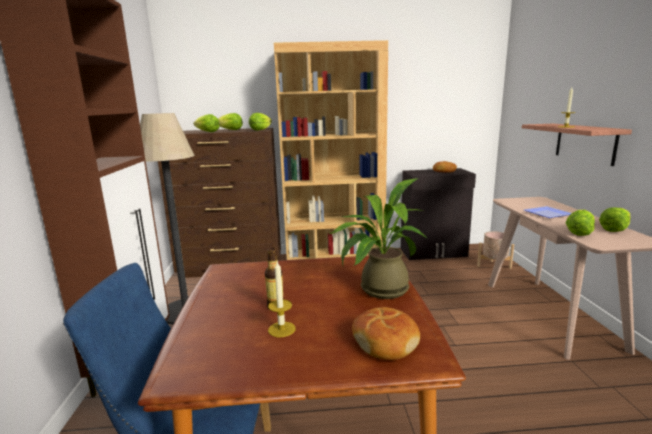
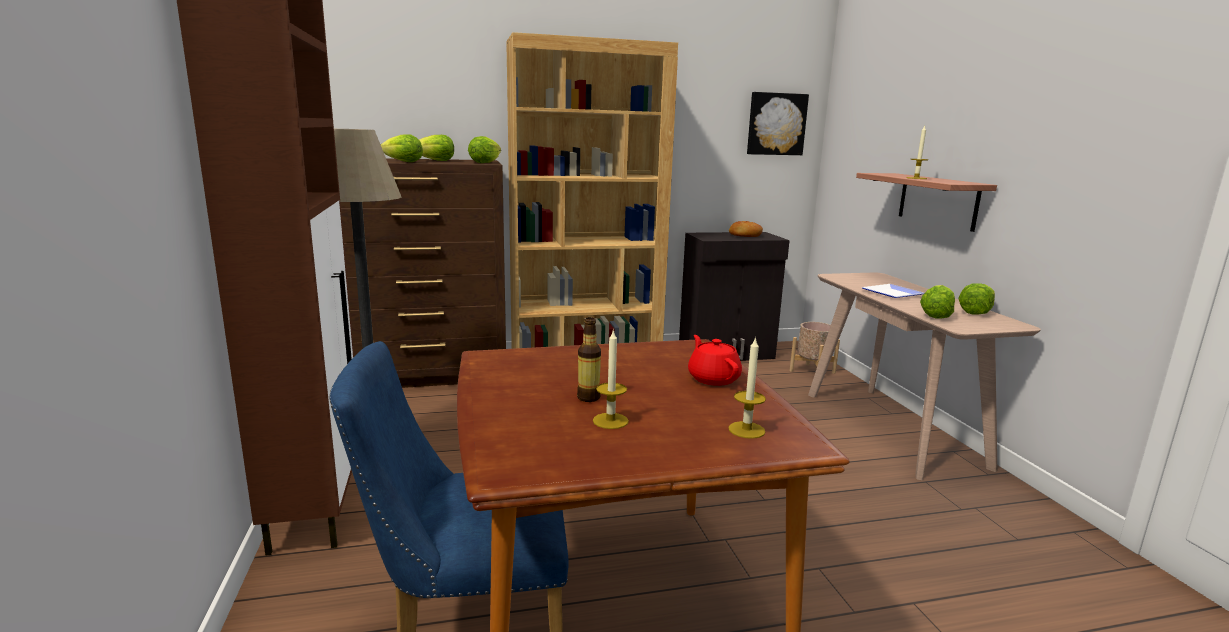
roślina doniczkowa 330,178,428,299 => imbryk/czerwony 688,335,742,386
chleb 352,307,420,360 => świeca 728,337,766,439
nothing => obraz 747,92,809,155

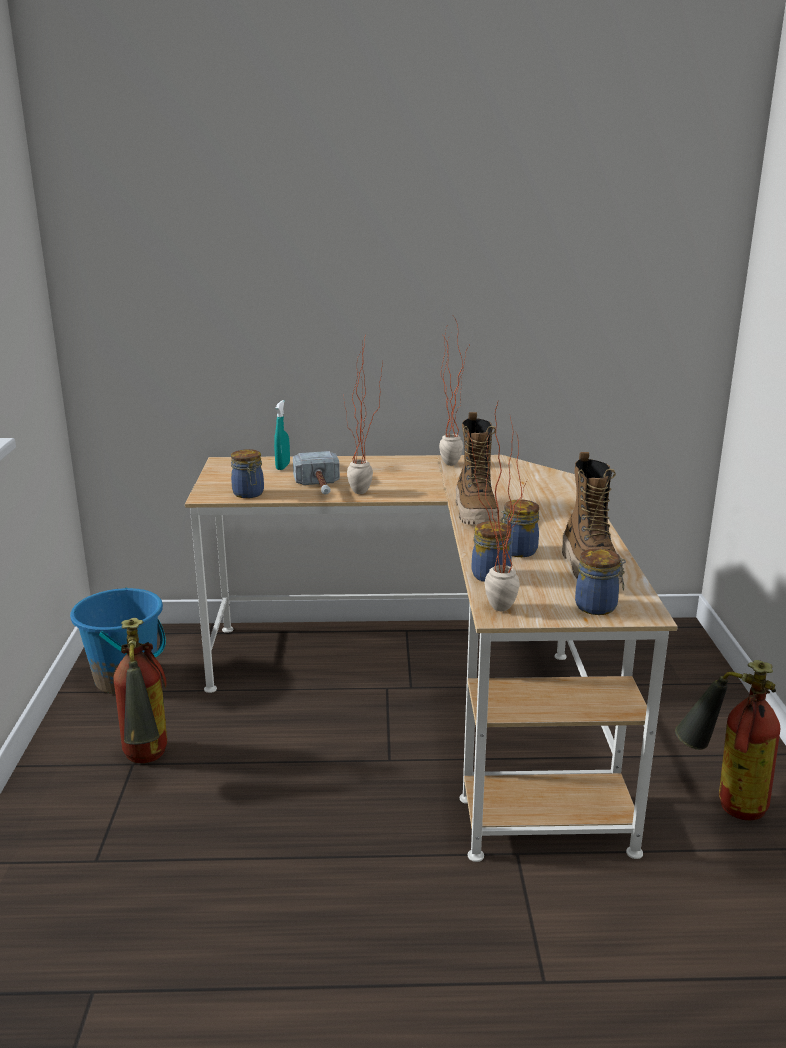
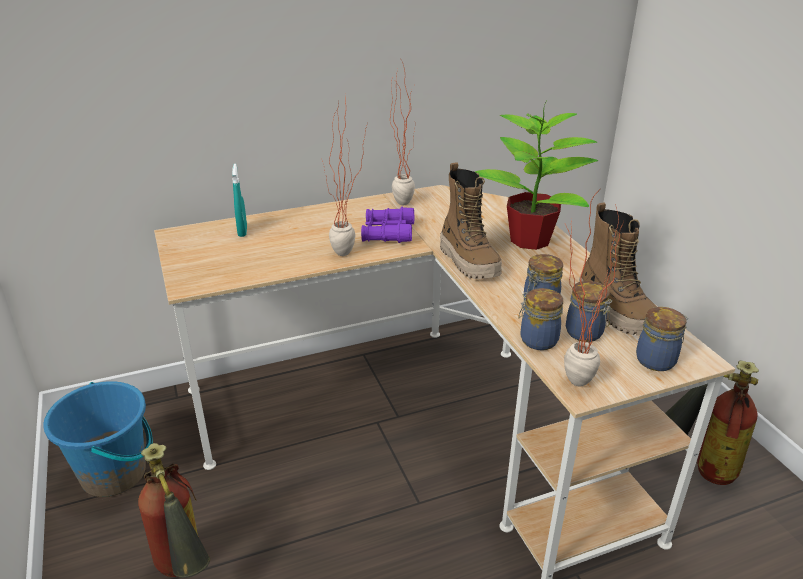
słoik 231,449,264,498 => słoik 566,281,612,342, moved
młotek 293,451,340,495 => nothing
nothing => roślina doniczkowa 475,102,598,250
nothing => lornetka/fioletowy 361,207,414,243

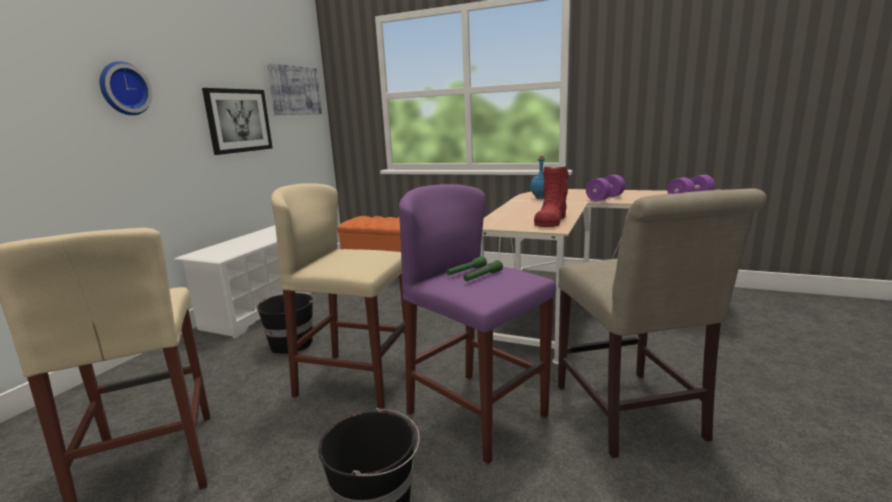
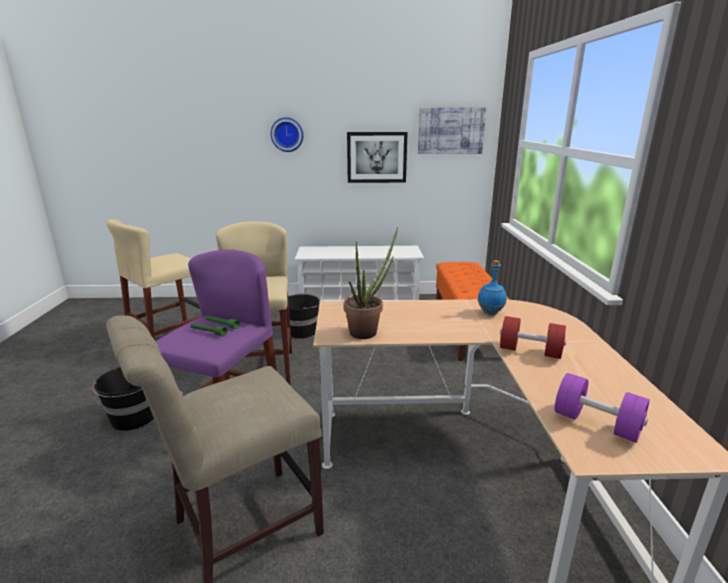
but z cholewką/czerwony 534,166,569,227 => roślina doniczkowa 343,227,398,339
hantel/fioletowy 586,175,625,202 => hantel/czerwony 500,316,566,359

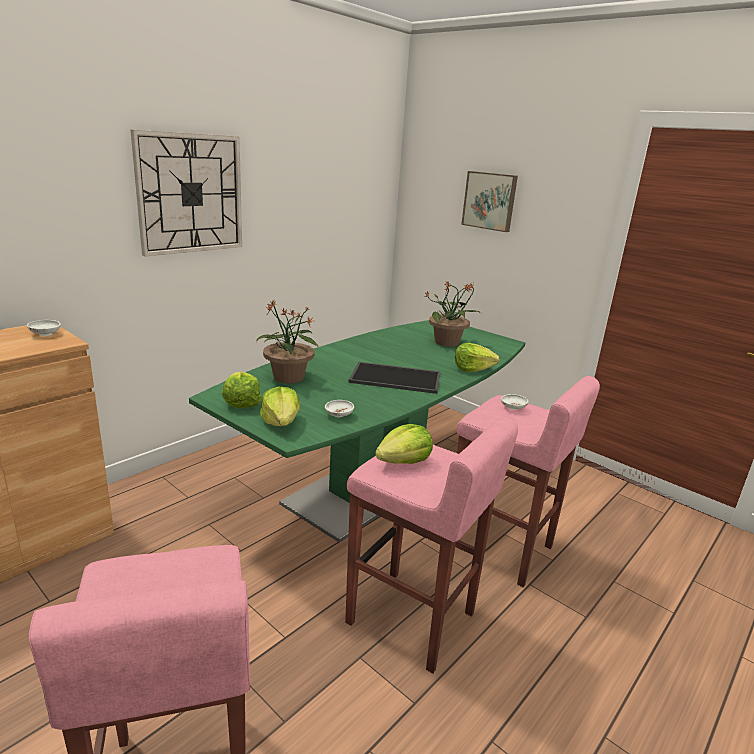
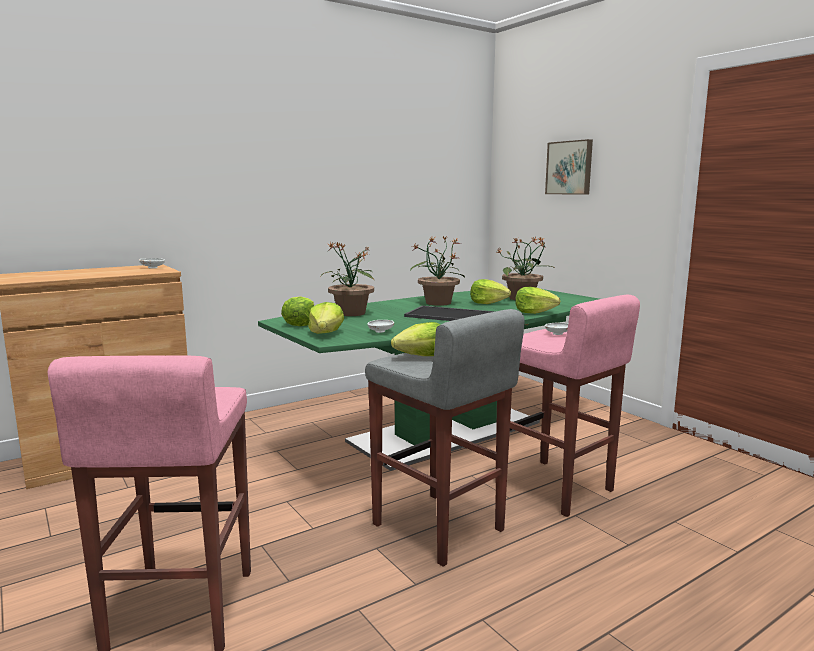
zegar ścienny 131,130,242,257 => nothing
stołek/różowy 345,417,518,674 => stołek/szary 365,309,525,567
nothing => roślina doniczkowa 410,236,465,306
nothing => sałata 470,279,511,304

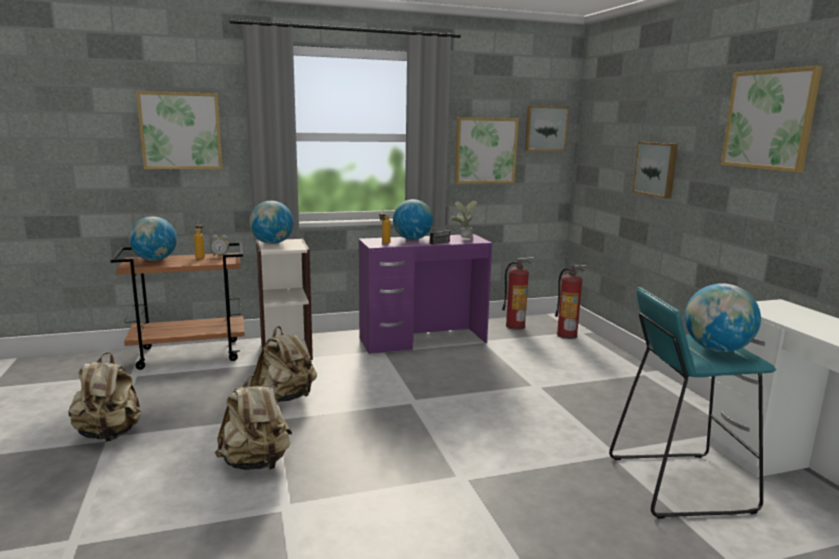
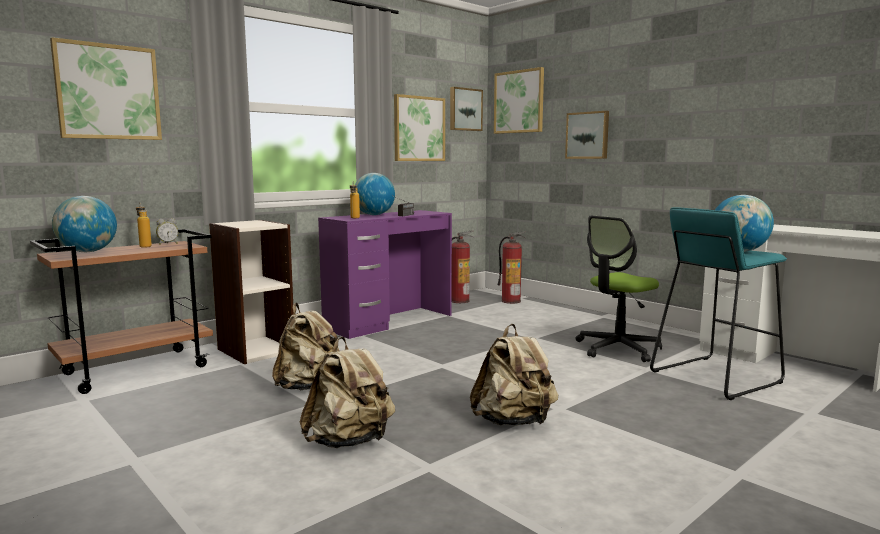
obraz 721,66,822,173 => obraz 494,67,544,134, moved
globus 249,201,294,244 => nothing
roślina doniczkowa 450,201,477,240 => nothing
plecak/beżowy 68,352,141,442 => plecak/beżowy 470,324,558,426, moved
nothing => krzesło biurowe 576,216,662,362

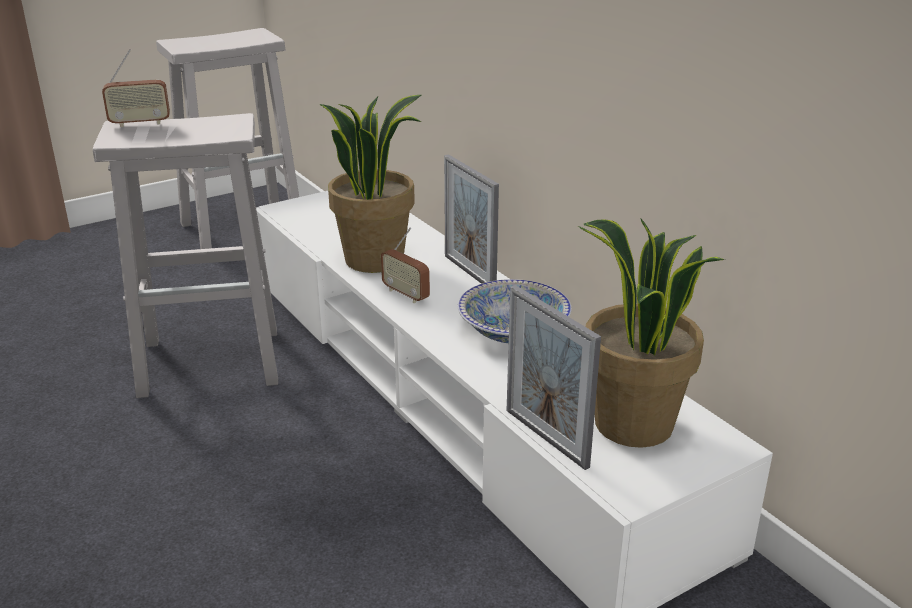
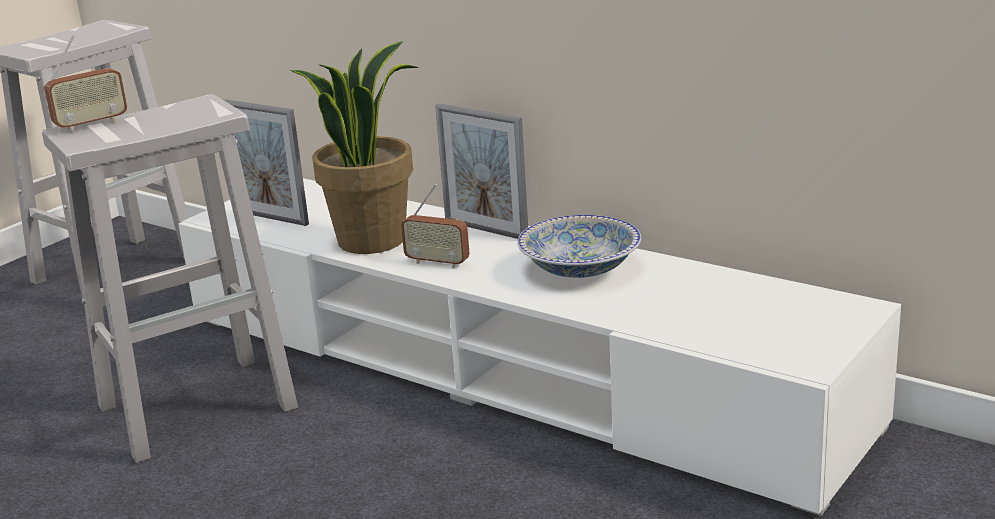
roślina doniczkowa 578,218,725,448 => nothing
ramka na zdjęcie 507,285,601,470 => ramka na zdjęcie 223,99,309,226, moved

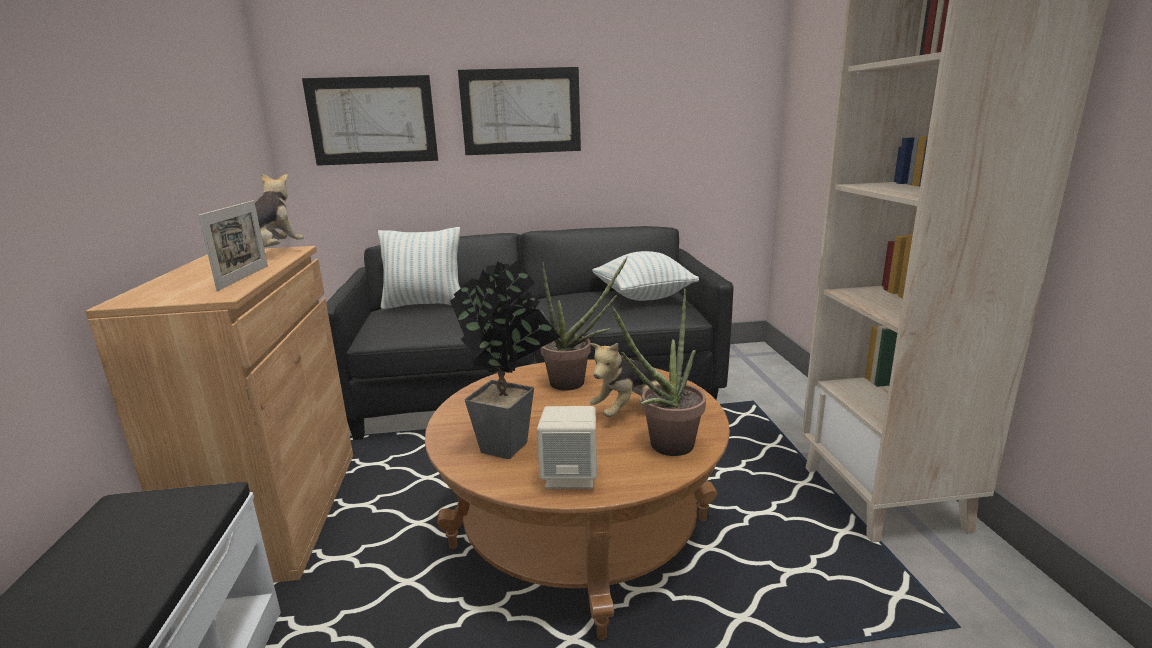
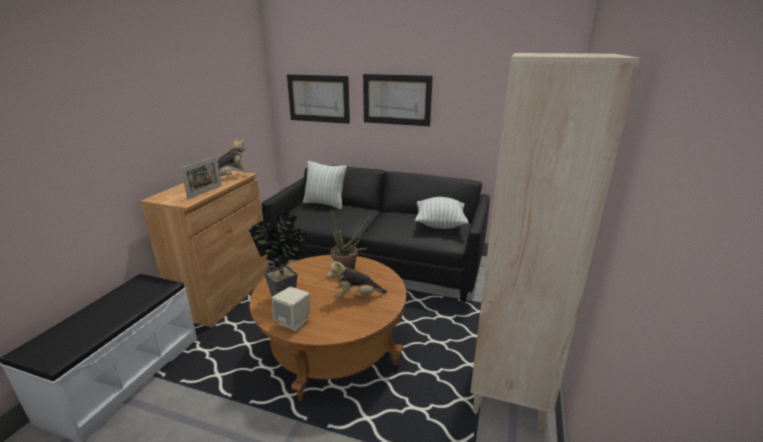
roślina doniczkowa 613,288,706,456 => nothing

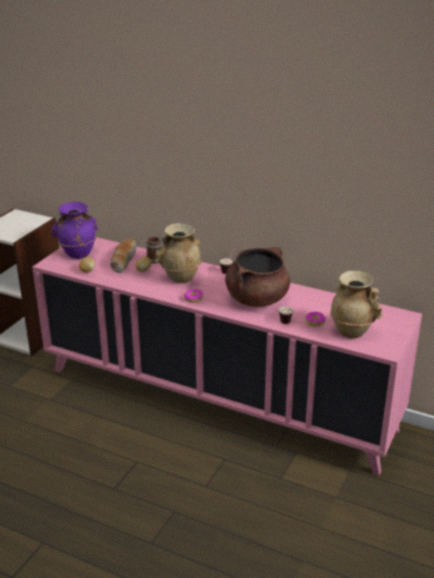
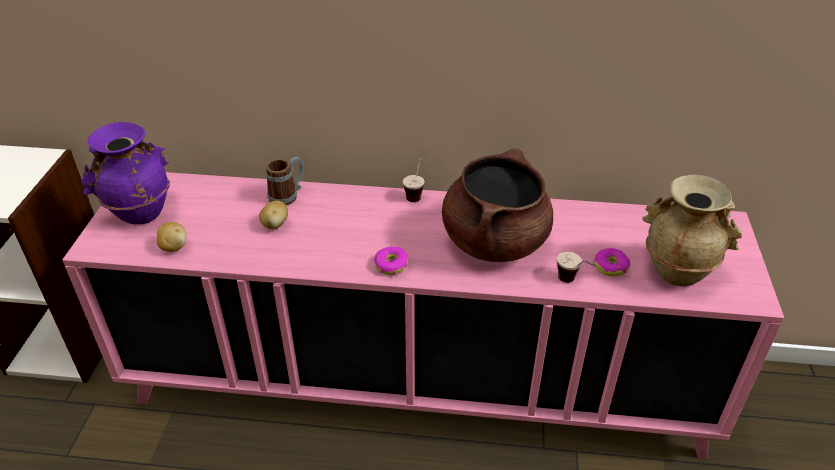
wazon/beżowy 155,223,201,283 => nothing
chleb 110,239,136,273 => nothing

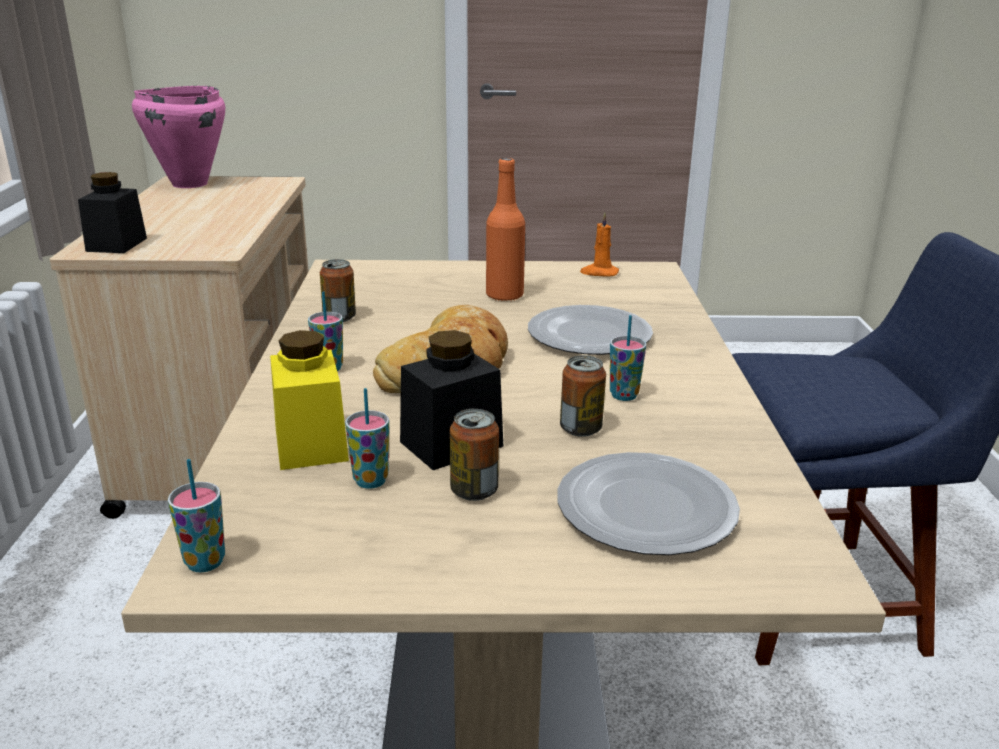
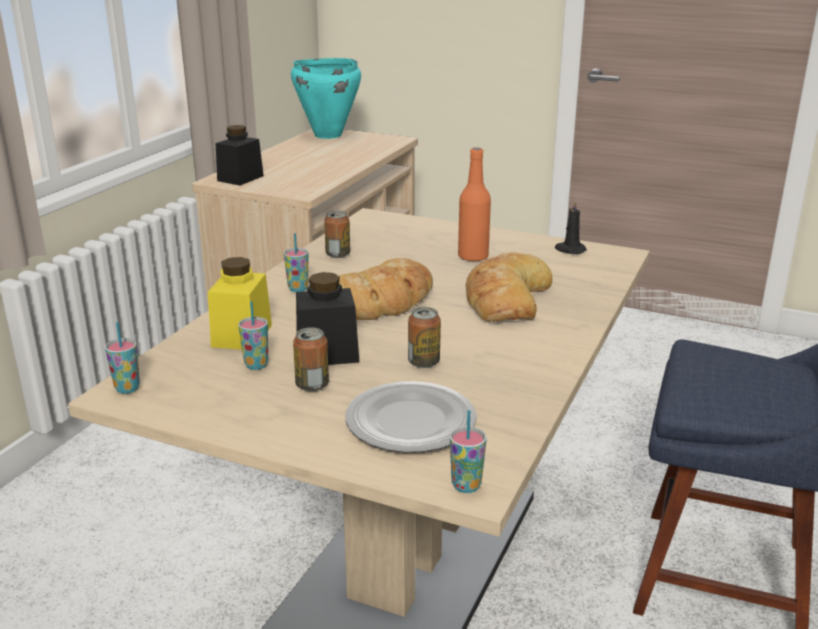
garnek/różowy 132,86,225,188 => garnek/turkusowy 291,58,361,139
świeca/pomarańczowy 580,212,619,277 => świeca/czarny 555,199,587,254
talerz 528,305,653,355 => chleb 466,252,553,322
filiżanka 610,315,646,401 => filiżanka 450,410,487,493, moved

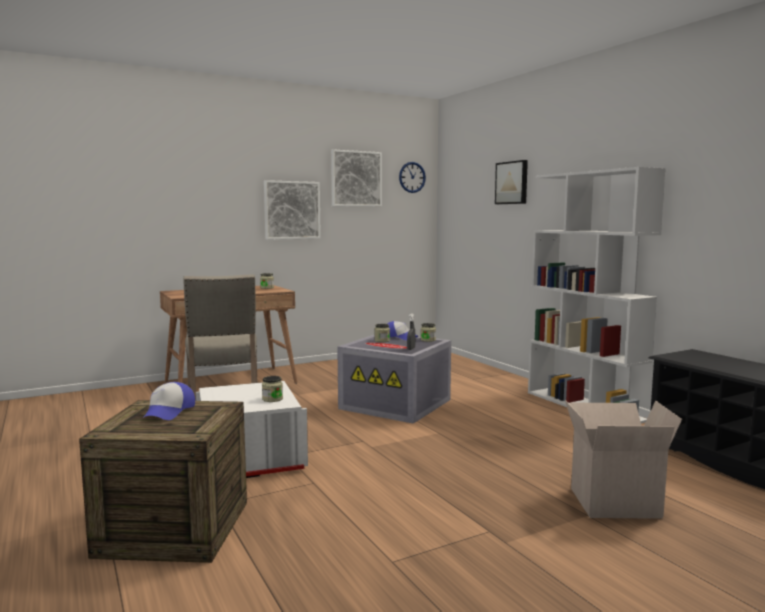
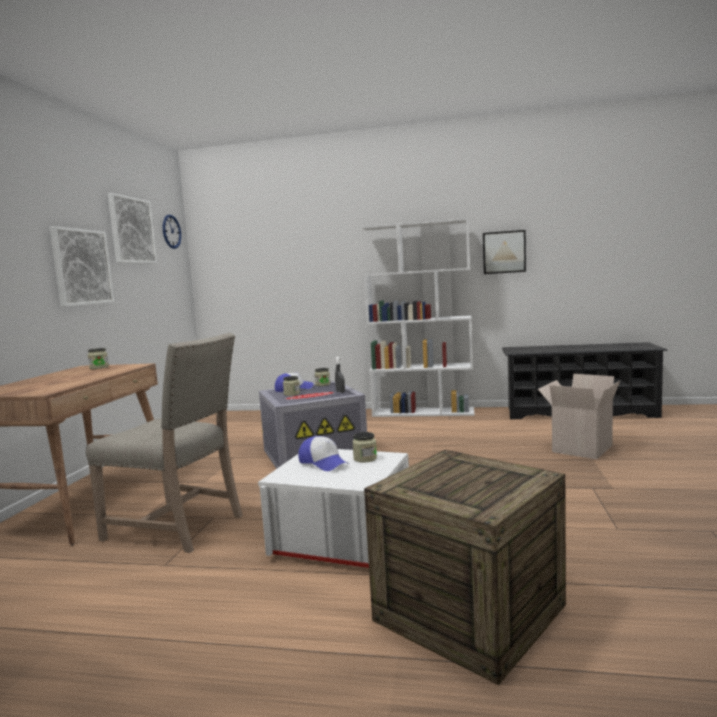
obraz 495,160,528,204 => obraz 483,230,526,274, moved
czapka z daszkiem 144,382,195,420 => czapka z daszkiem 298,436,349,471, moved

